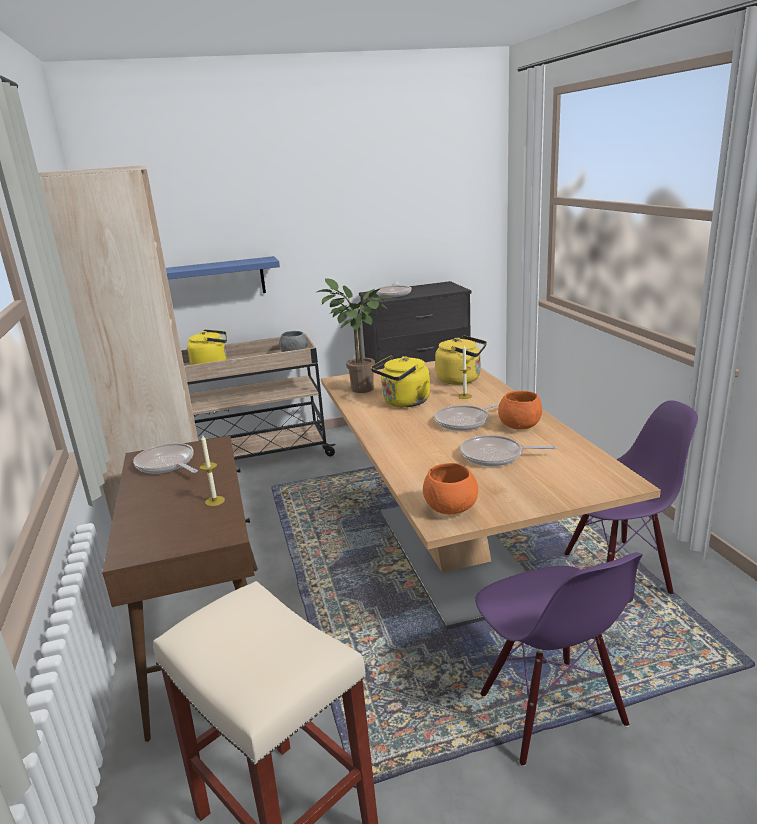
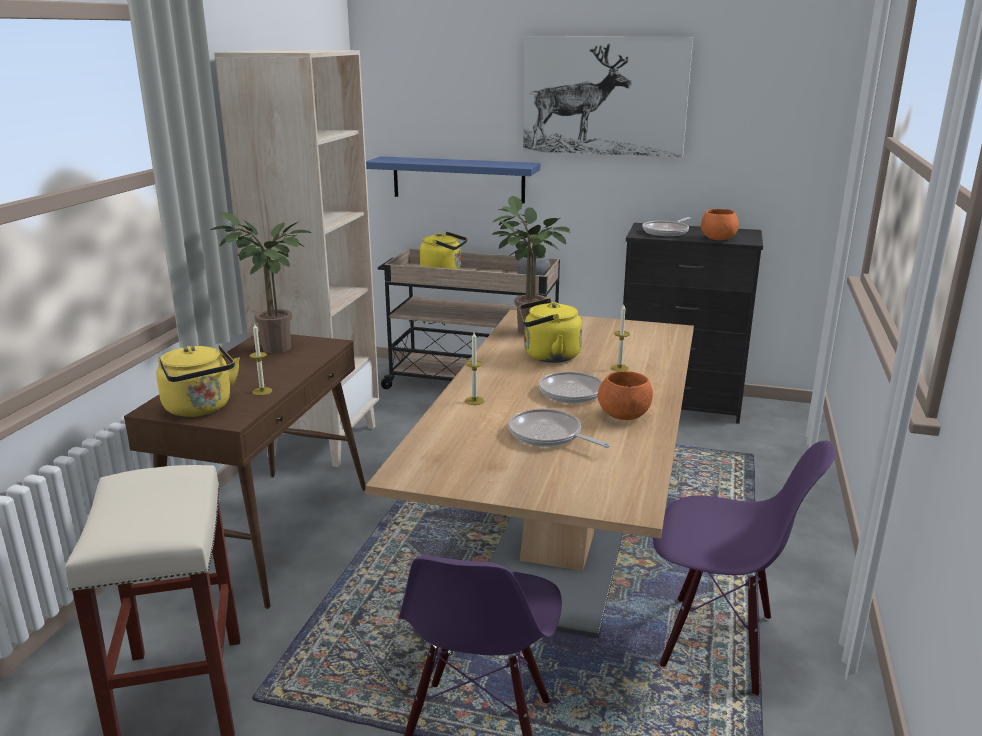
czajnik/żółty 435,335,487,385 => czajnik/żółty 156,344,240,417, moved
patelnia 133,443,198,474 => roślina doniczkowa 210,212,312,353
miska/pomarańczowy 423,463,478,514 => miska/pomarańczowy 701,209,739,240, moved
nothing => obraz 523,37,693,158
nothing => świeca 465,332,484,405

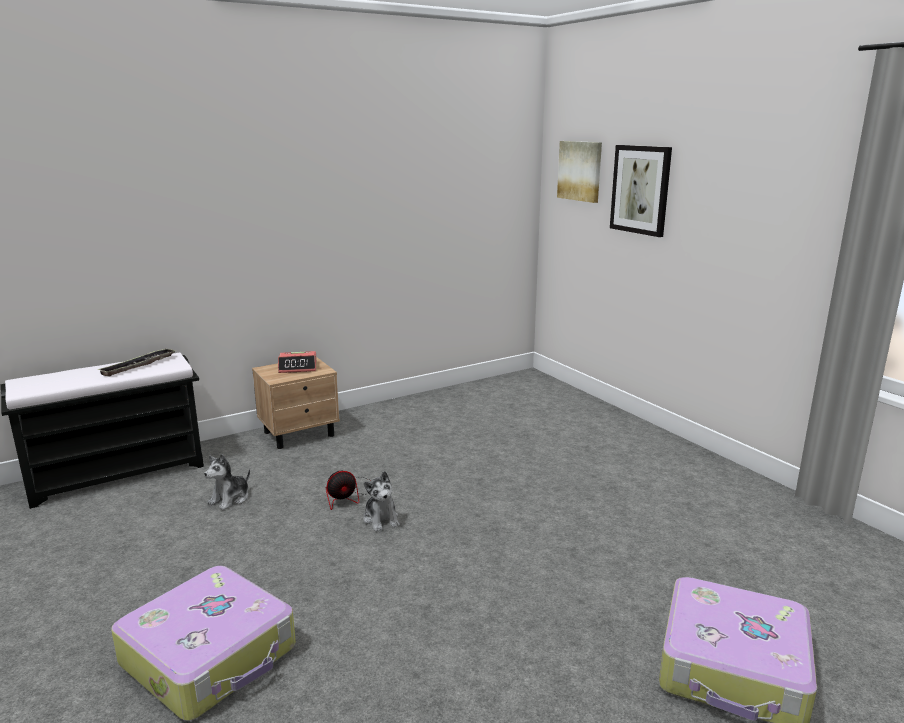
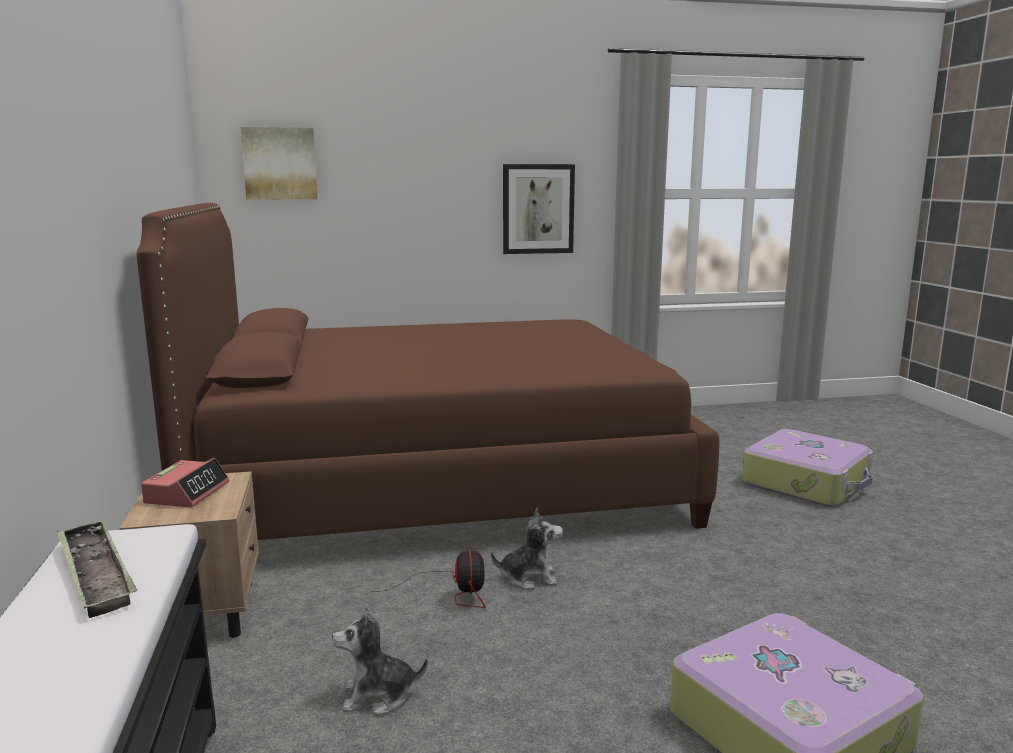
obraz 610,145,672,237 => obraz 503,164,575,254, moved
pluszak 204,454,250,510 => pluszak 332,607,428,715, 120 degrees clockwise
nothing => łóżko/brązowy 137,203,719,540

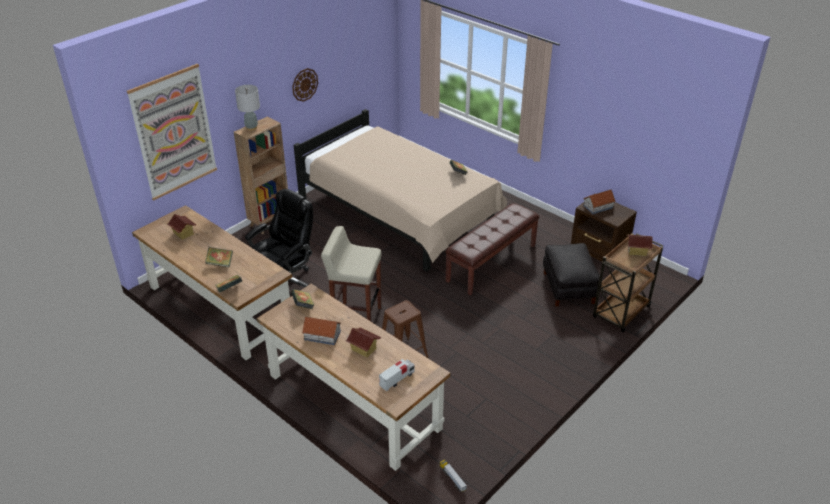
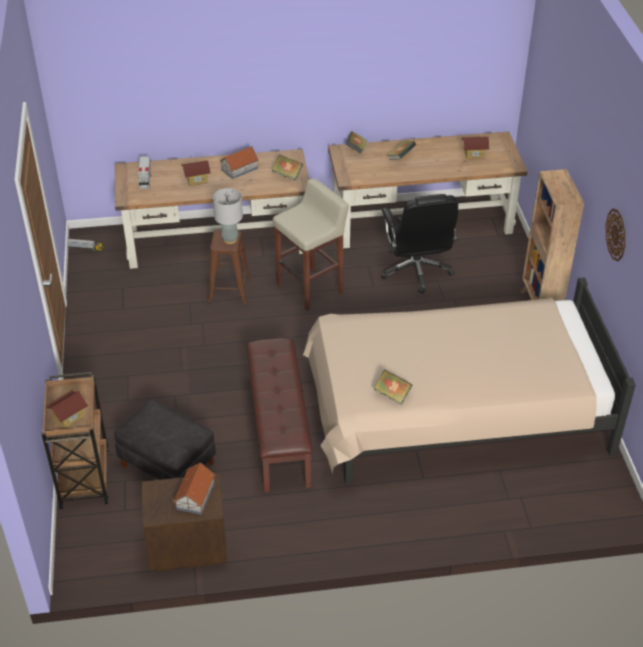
obraz 127,64,217,201 => nothing
lampa stołowa/szary 235,85,260,131 => lampa stołowa/szary 213,188,243,244, moved

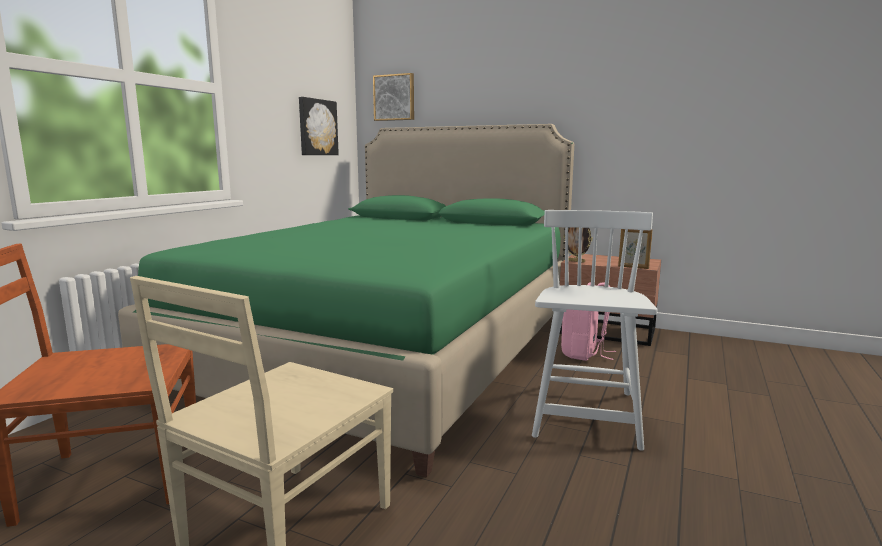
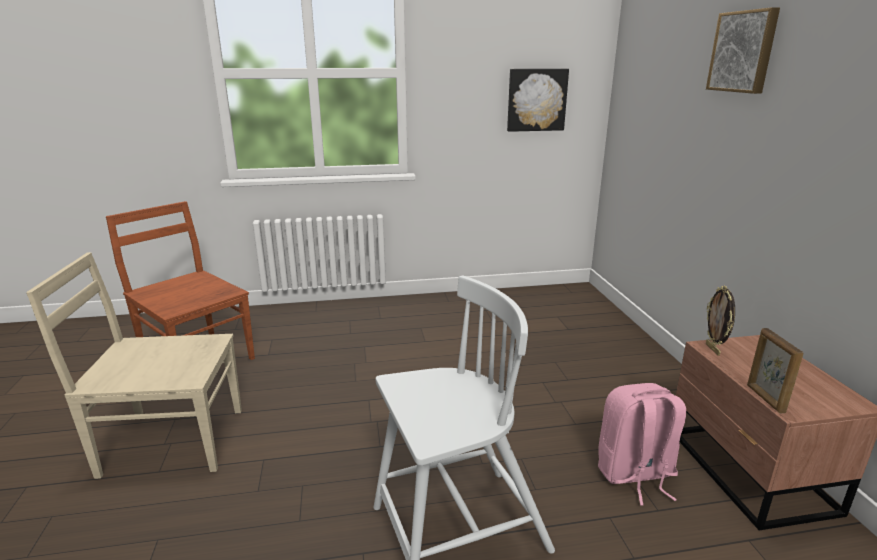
obraz 373,73,414,121 => obraz 706,7,780,94, moved
łóżko/zielony 118,124,574,478 => nothing

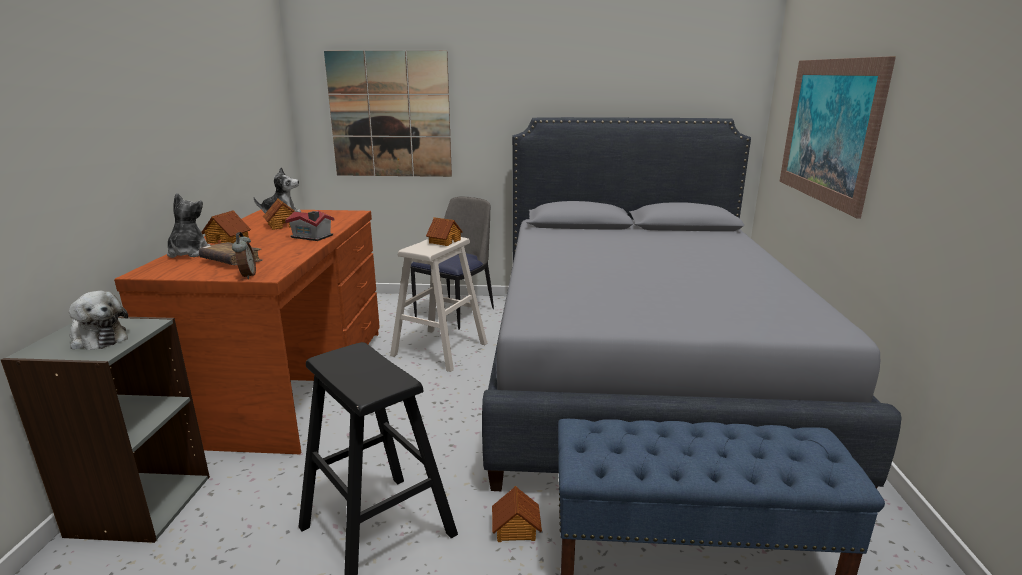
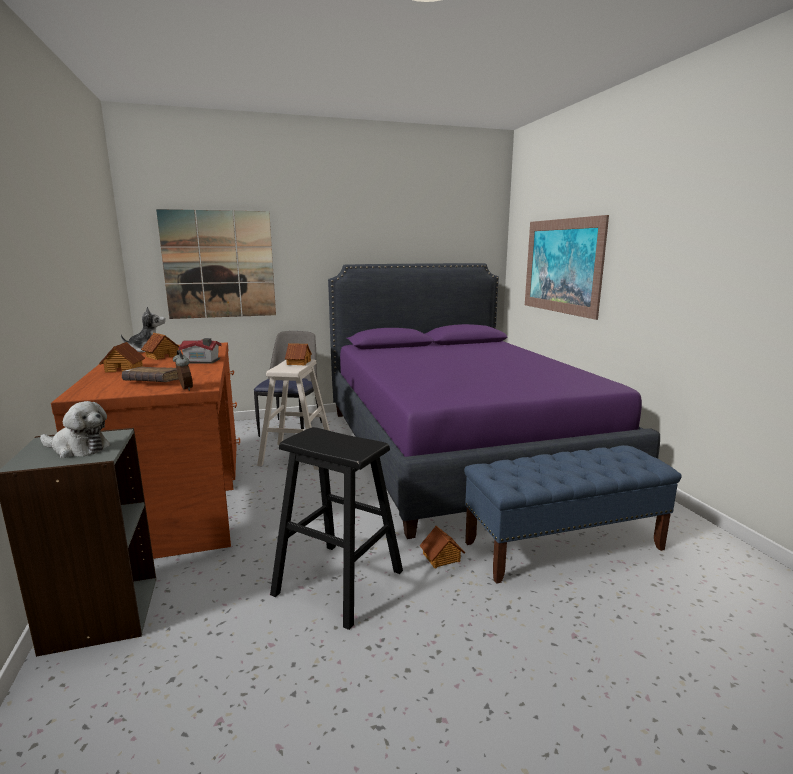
łóżko/szary 482,117,901,491 => łóżko/fioletowy 328,263,660,539
pluszak 167,193,210,258 => nothing

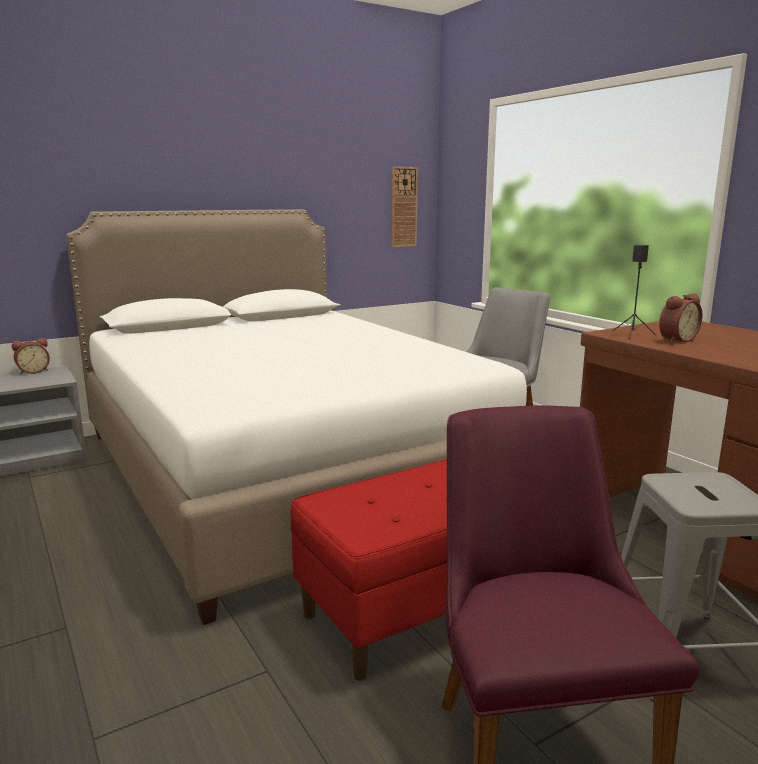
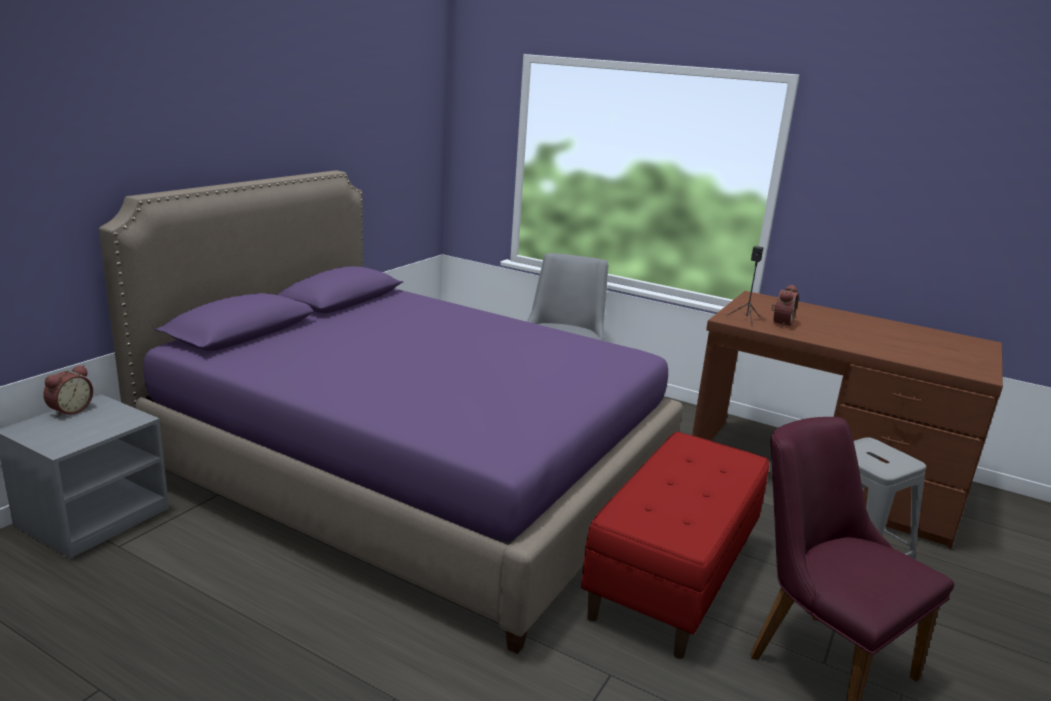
zegar ścienny 392,167,418,247 => nothing
łóżko/biały 66,209,527,625 => łóżko/fioletowy 99,171,683,654

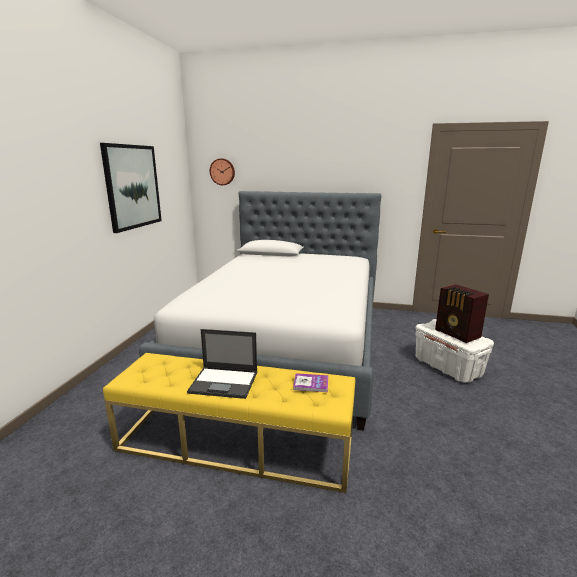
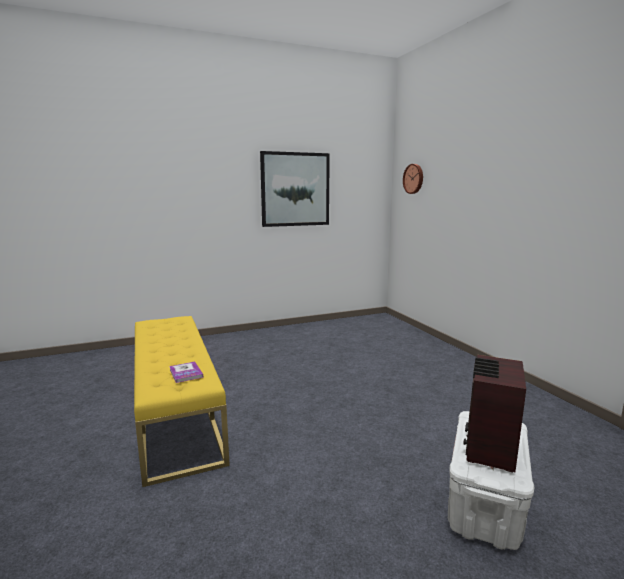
łóżko 139,191,381,431 => nothing
laptop 187,329,257,399 => nothing

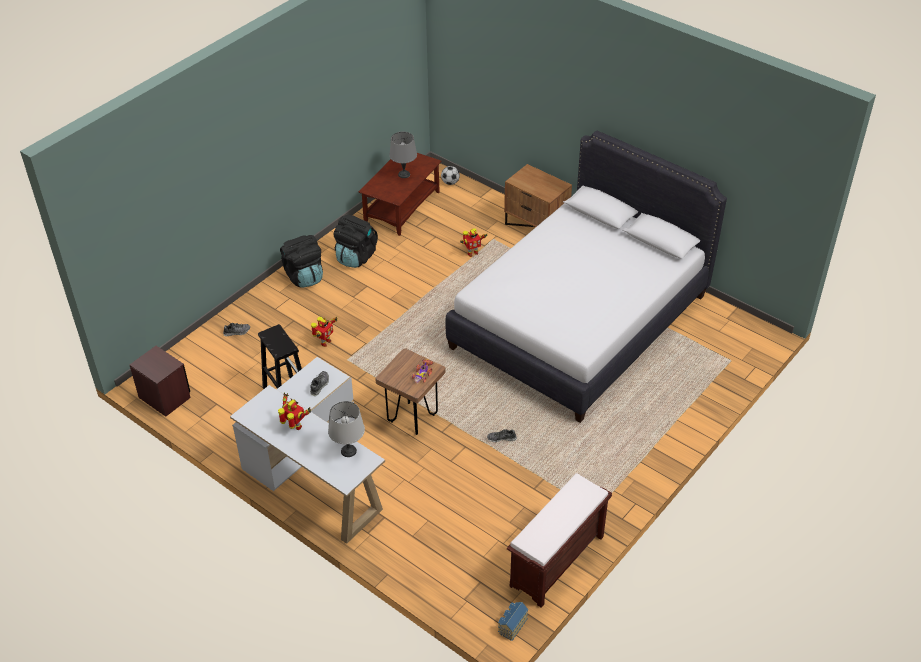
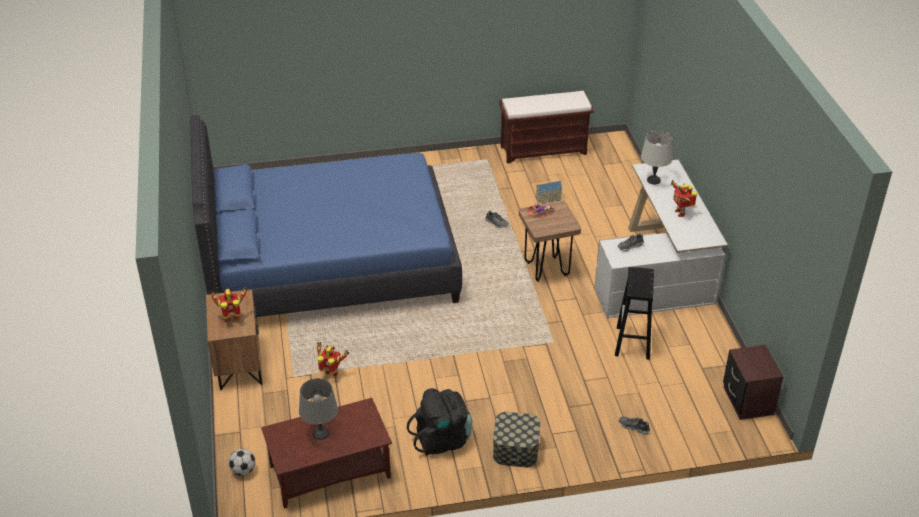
łóżko/biały 446,131,727,423 => łóżko/niebieski 190,115,462,317
plecak/czarny 280,235,323,287 => pojemnik do przechowywania 493,412,541,467
robot zabawkowy 311,317,338,347 => robot zabawkowy 210,287,247,321, moved
domek 498,602,529,641 => domek 536,181,562,204, moved

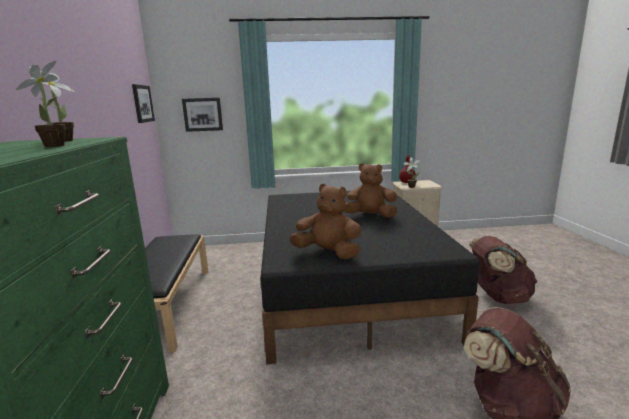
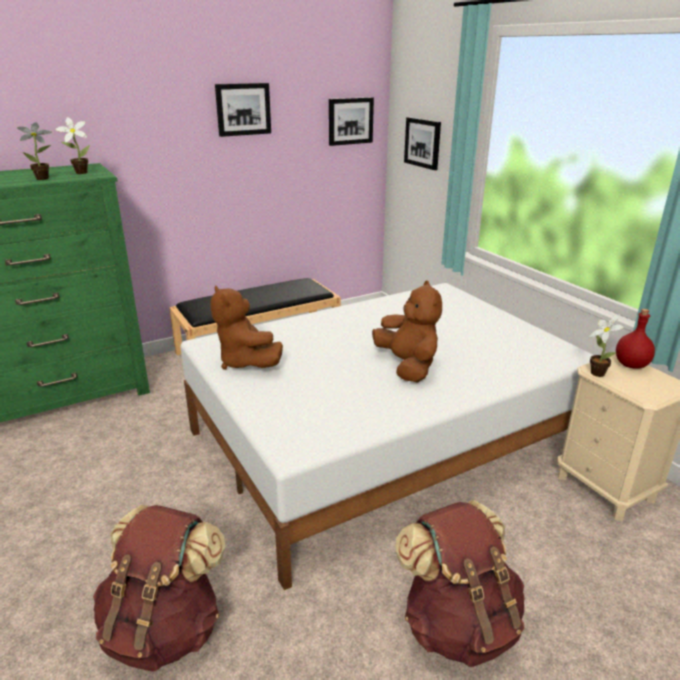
pluszak/brązowy 290,184,361,259 => pluszak/brązowy 210,286,283,370, 150 degrees clockwise
łóżko/czarny 260,191,480,364 => łóżko/biały 181,283,593,590
nothing => obraz 215,83,271,137

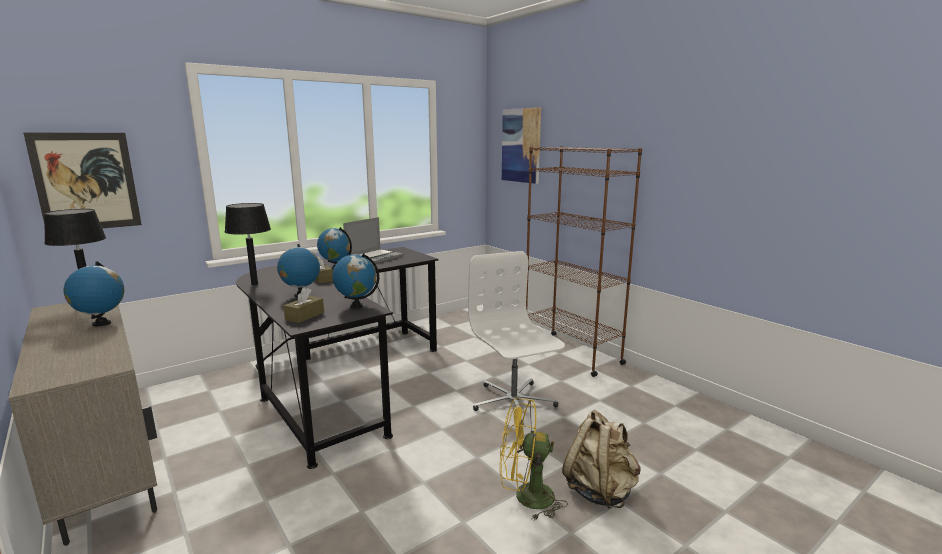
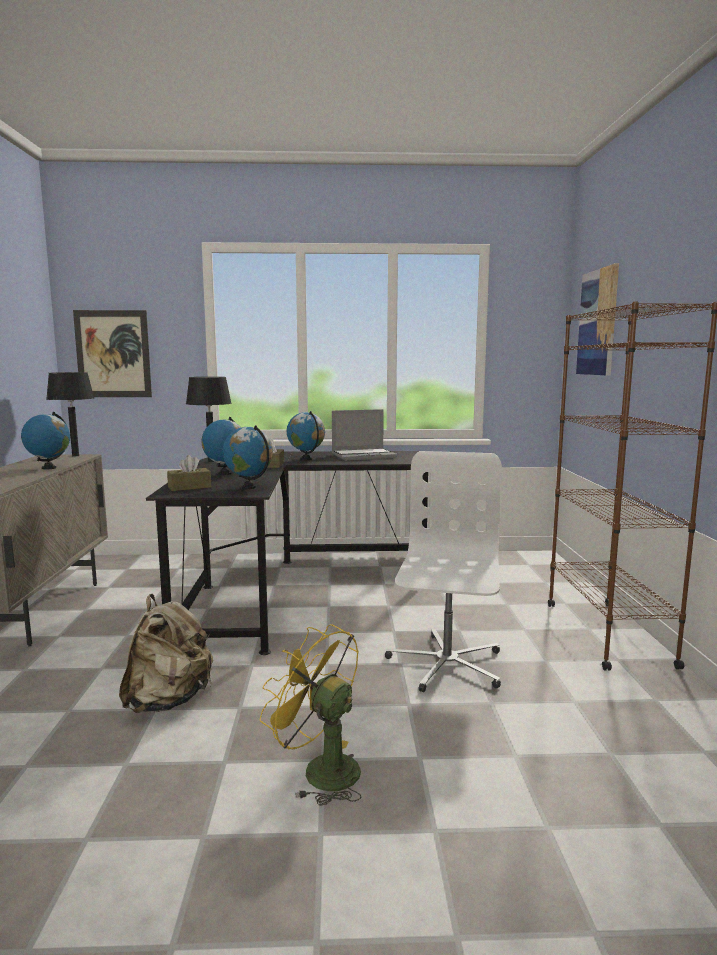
plecak/beżowy 562,410,641,509 => plecak/beżowy 119,594,213,713, moved

